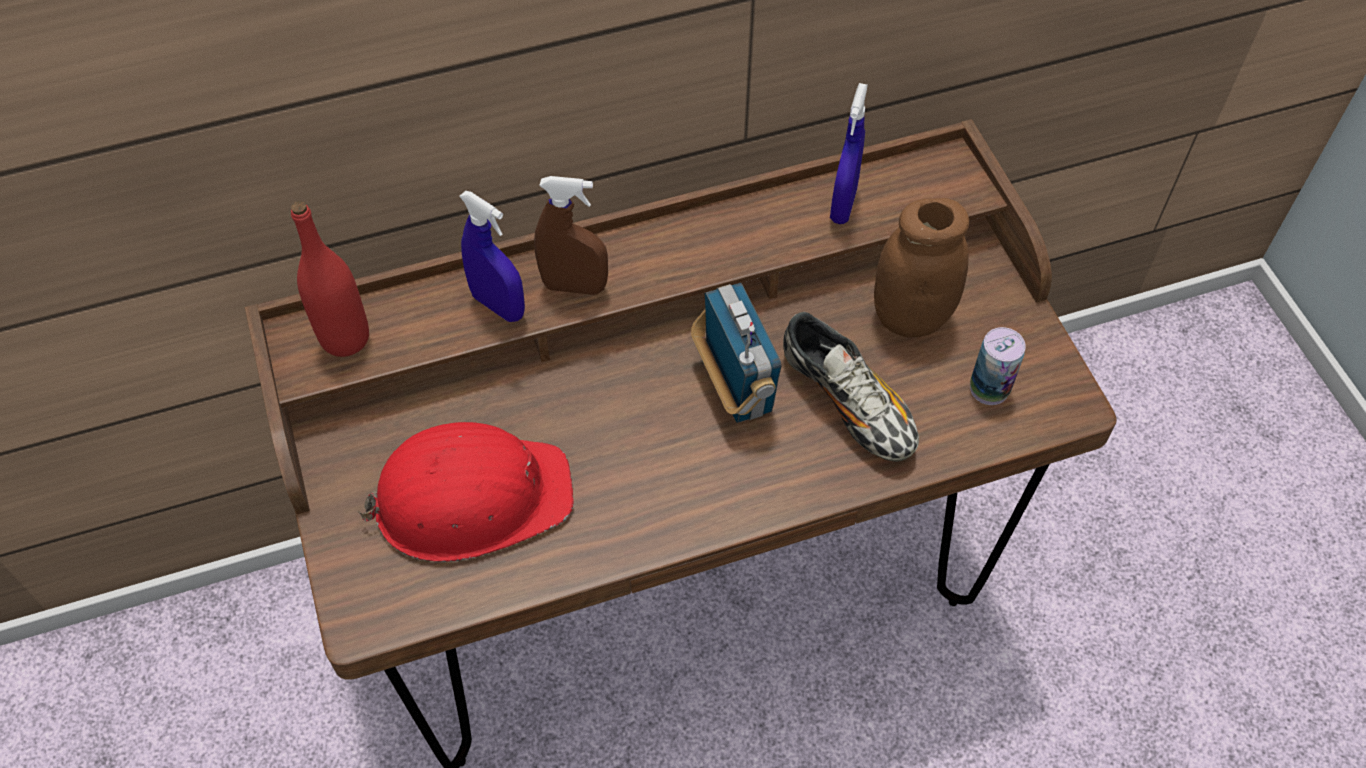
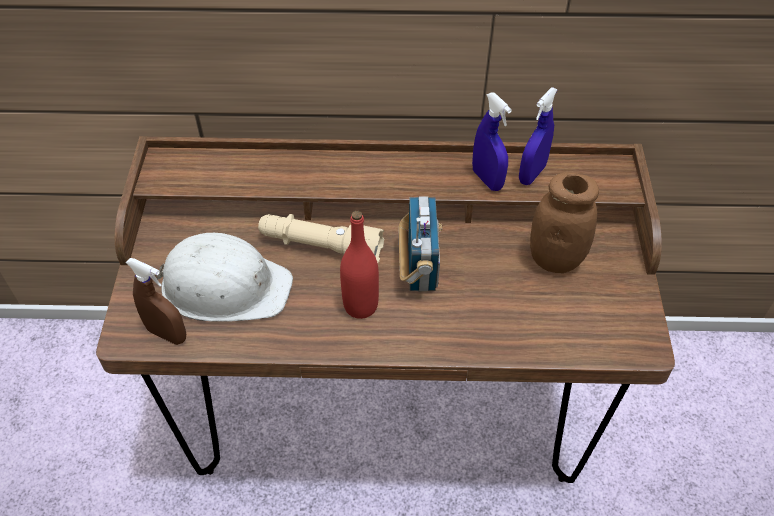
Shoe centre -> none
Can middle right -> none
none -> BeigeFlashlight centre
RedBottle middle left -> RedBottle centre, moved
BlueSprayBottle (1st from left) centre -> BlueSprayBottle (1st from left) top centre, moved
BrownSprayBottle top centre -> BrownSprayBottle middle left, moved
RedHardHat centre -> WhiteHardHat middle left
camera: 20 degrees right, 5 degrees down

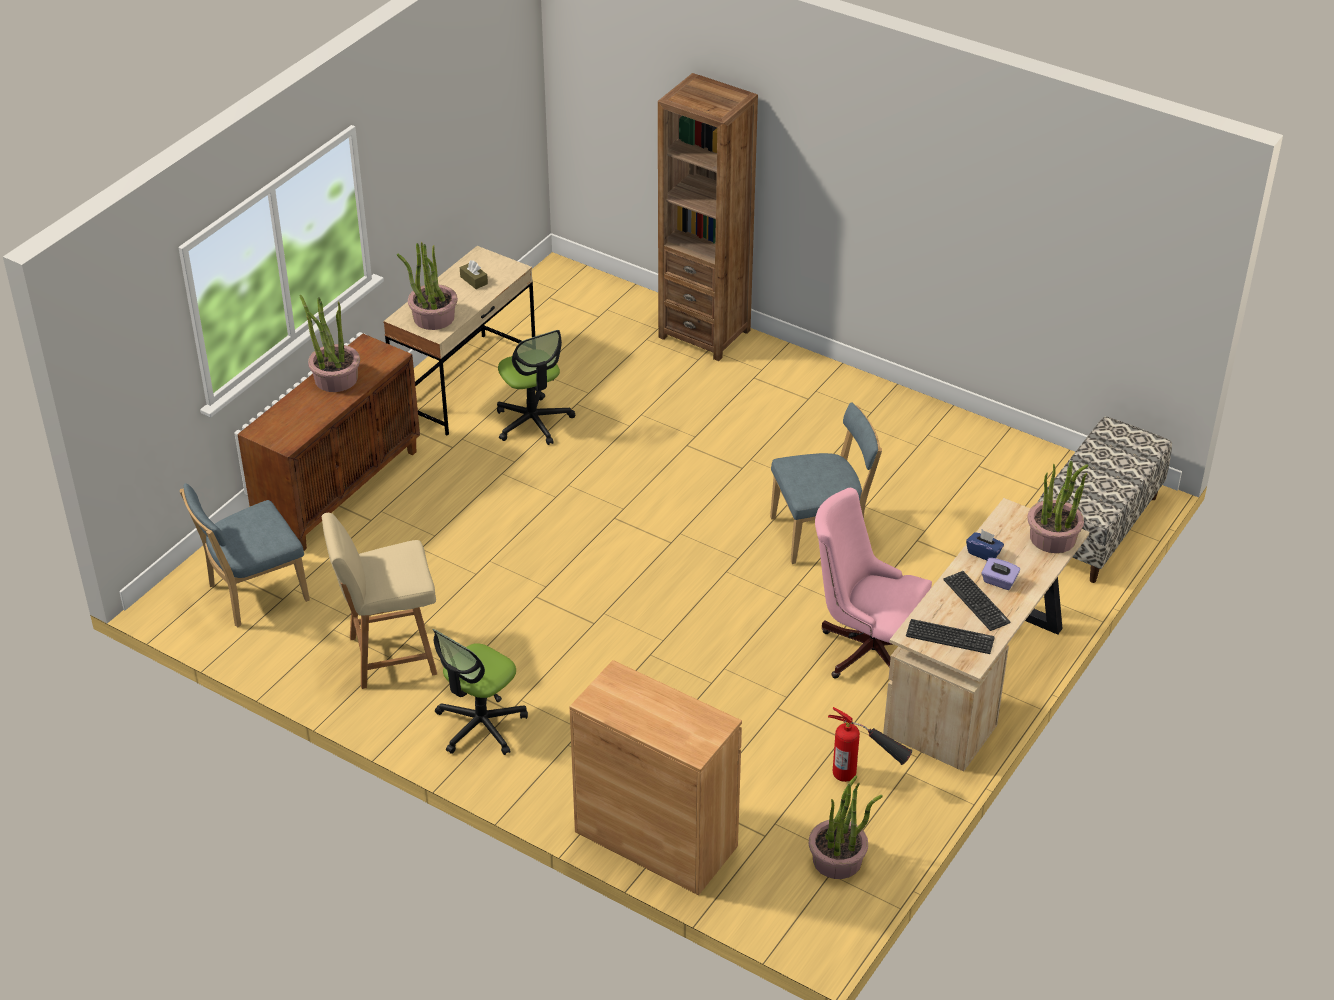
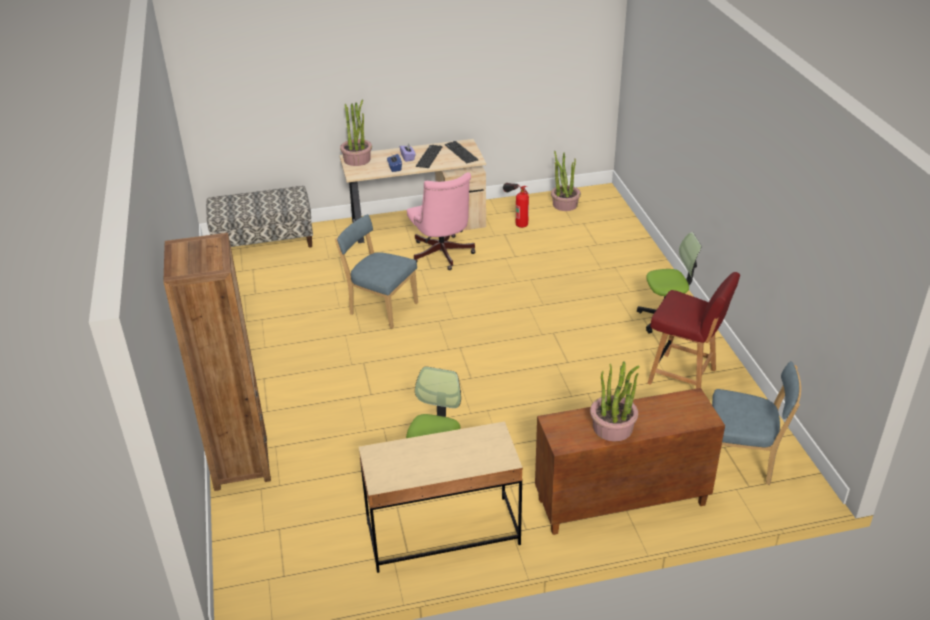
PottedPlant (2nd from left) top left -> none
BrownTissueBox top centre -> none
BrownCabinet (2nd from left) bottom centre -> none
BeigeChair middle left -> RedChair middle right
camera: 135 degrees left, 5 degrees down

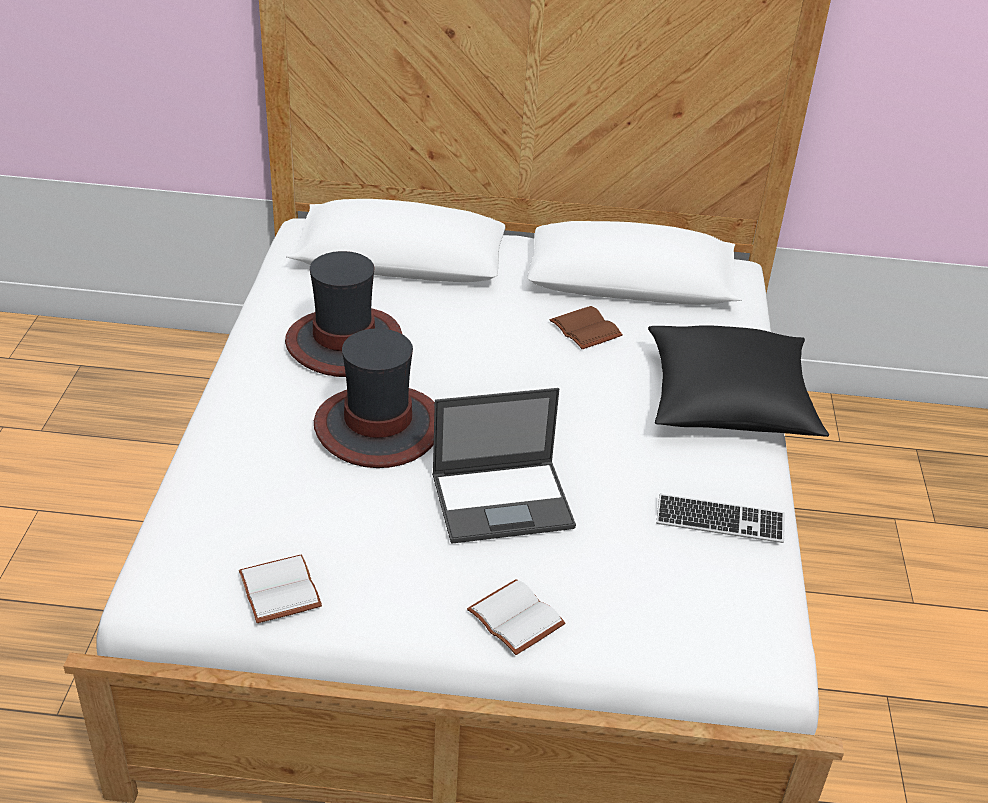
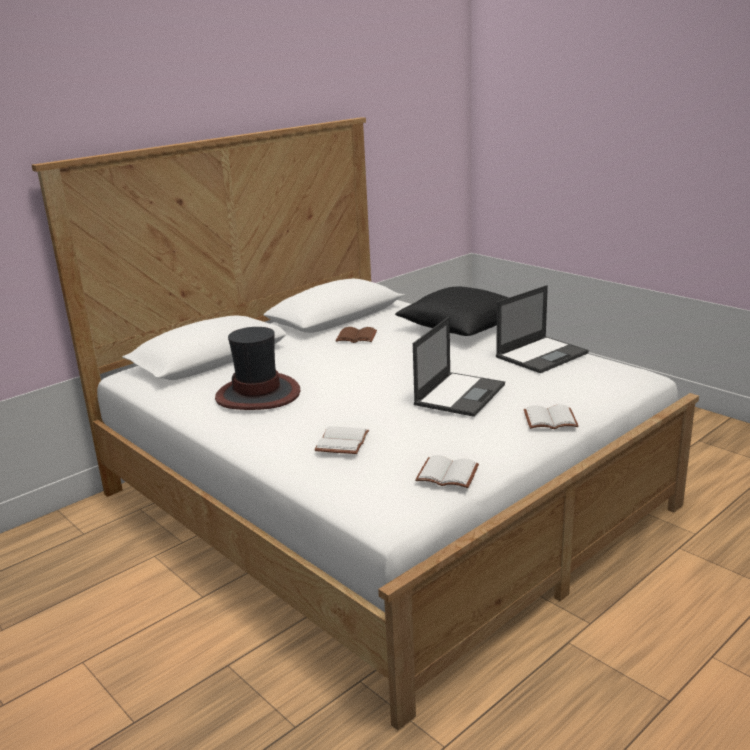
Hat (2nd from left) centre -> none
none -> WhiteBook (1st from left) centre
Keyboard middle right -> Laptop (2nd from left) middle right
camera: 45 degrees left, 15 degrees down

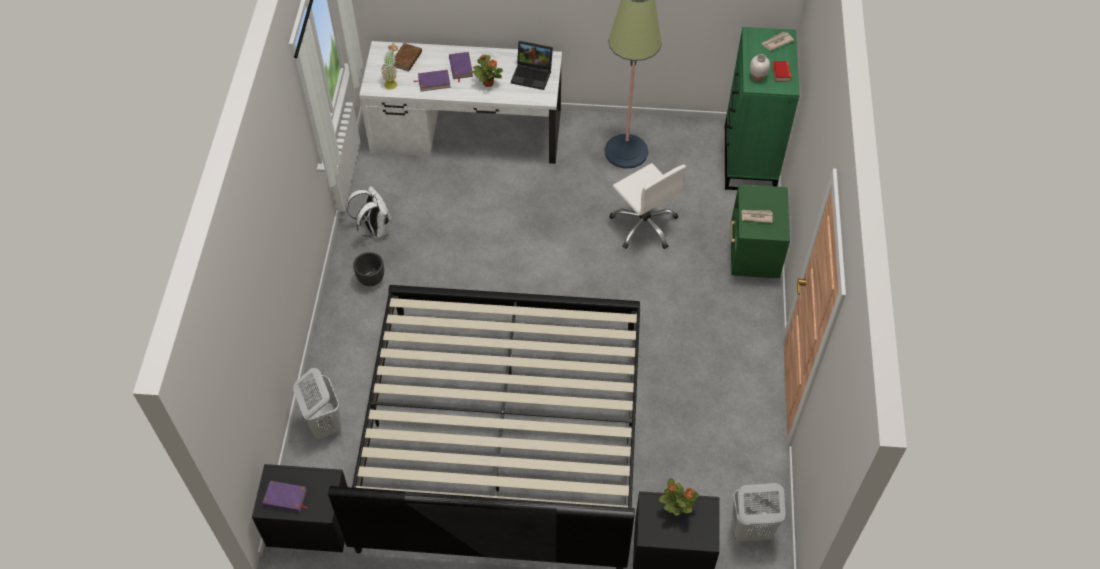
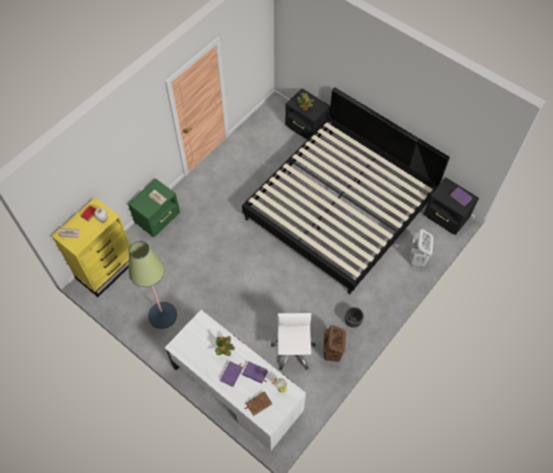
Laptop top centre -> none
WhiteLaundryBasket (2nd from left) bottom right -> none
WhiteOfficeChair centre -> WhiteOfficeChair bottom centre, moved
WhiteBackpack centre -> BrownLaundryBasket bottom centre
GreenDresser top right -> YellowDresser middle left
camera: 145 degrees left, 5 degrees up

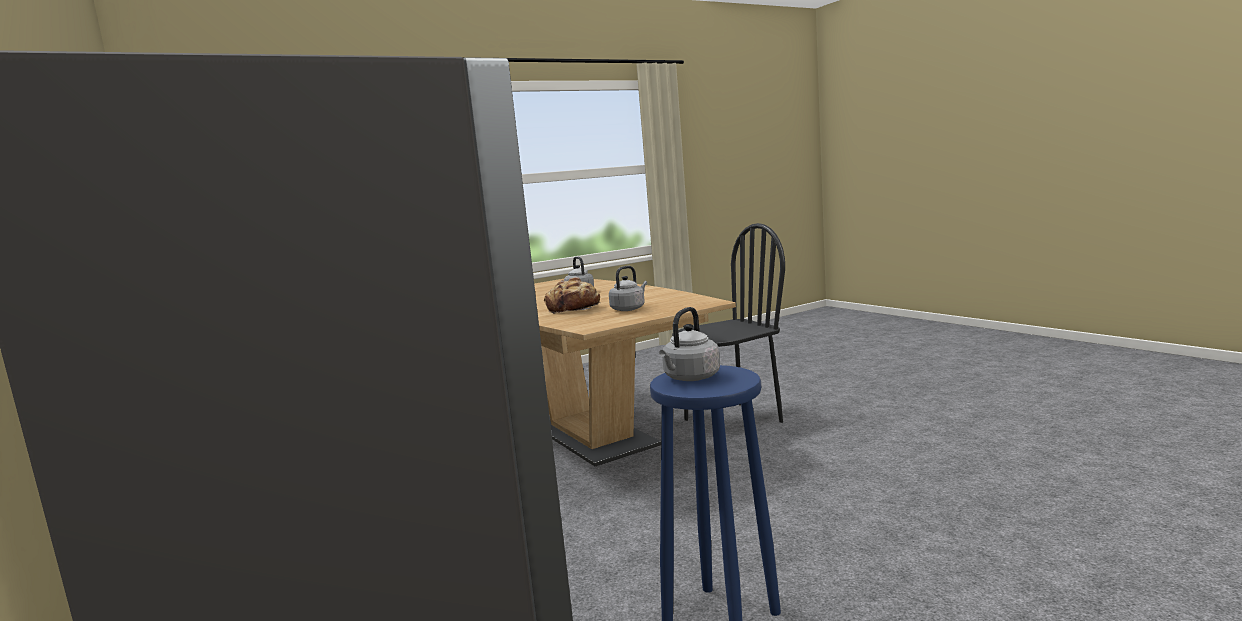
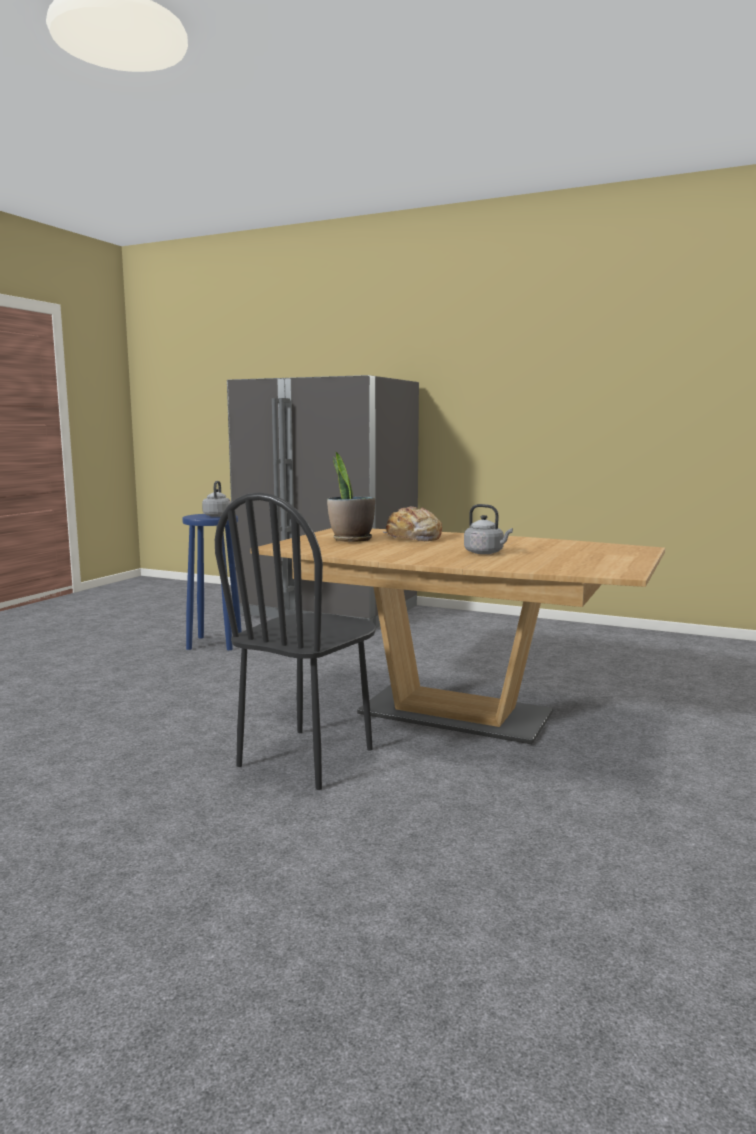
GreyKettle (2nd from left) centre -> PottedPlant centre
camera: 145 degrees right, 0 degrees up

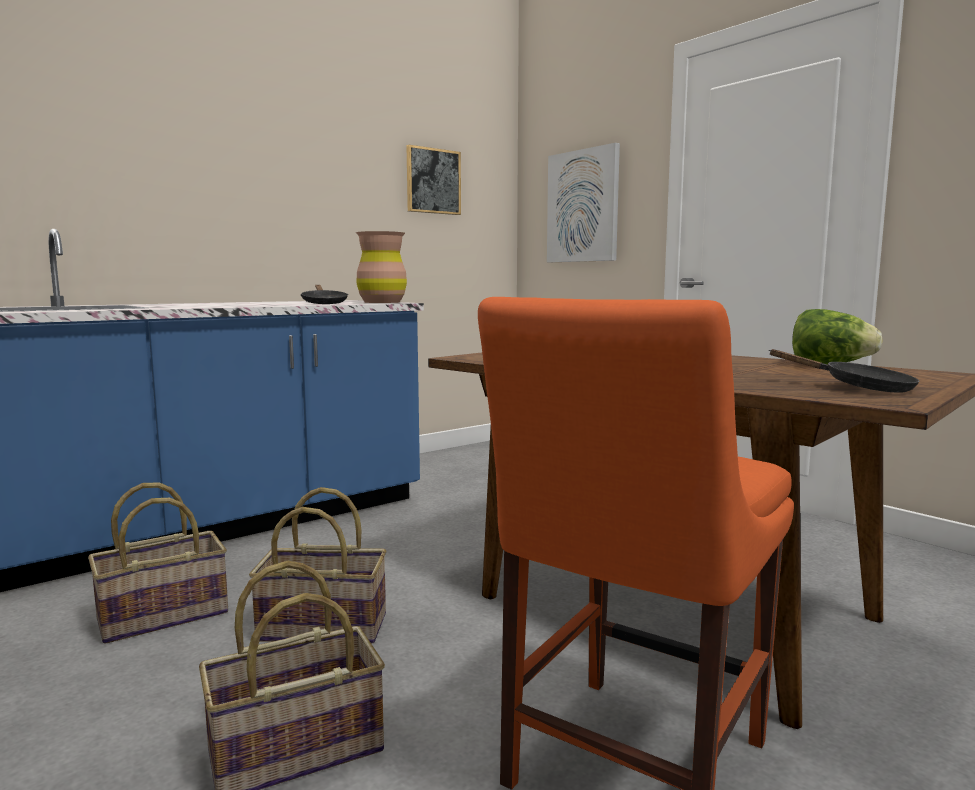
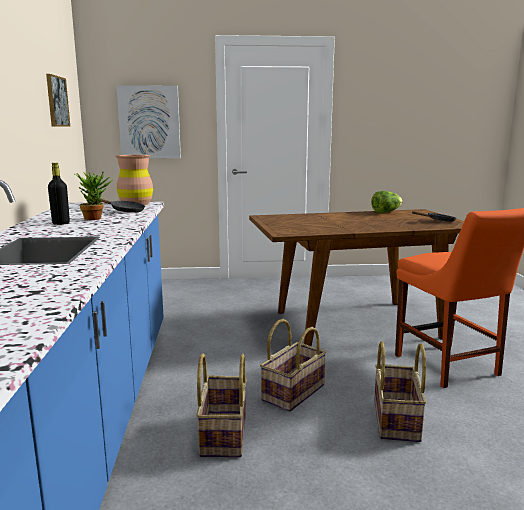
none -> BlackBottle middle left
none -> PottedPlant middle left
camera: 55 degrees left, 5 degrees up

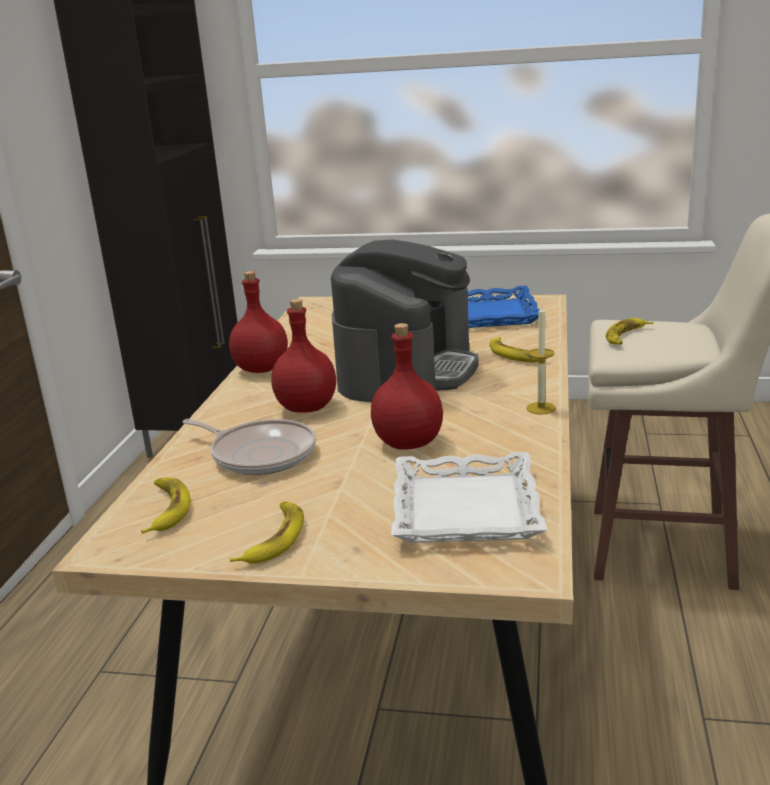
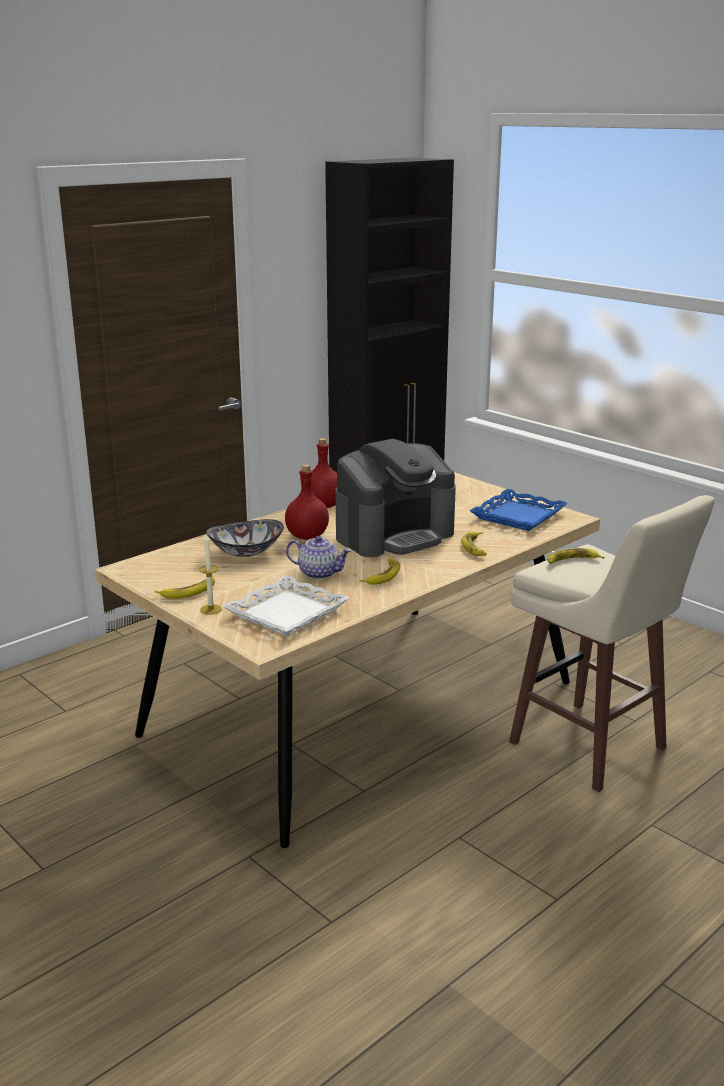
Banana (1st from left in the first image) middle left -> Banana (2nd from left) centre, moved
Candle middle right -> Candle middle left, moved
FryingPan middle left -> Bowl centre
RedBottle (3rd from left) centre -> Teapot centre
camera: 35 degrees right, 0 degrees up

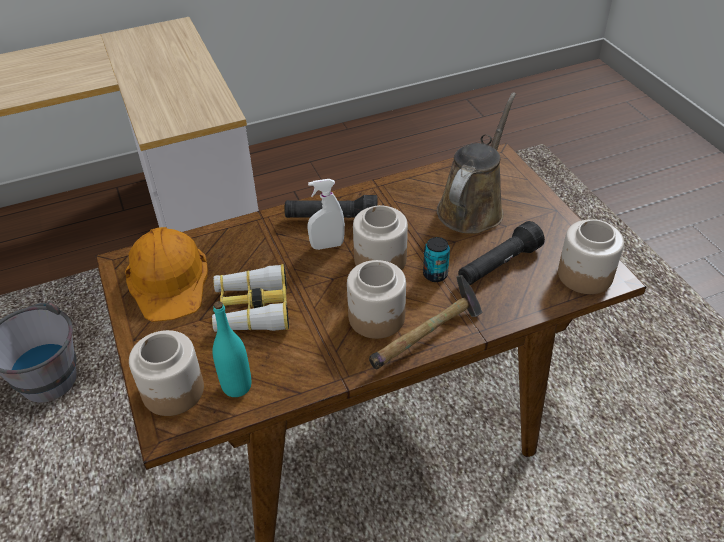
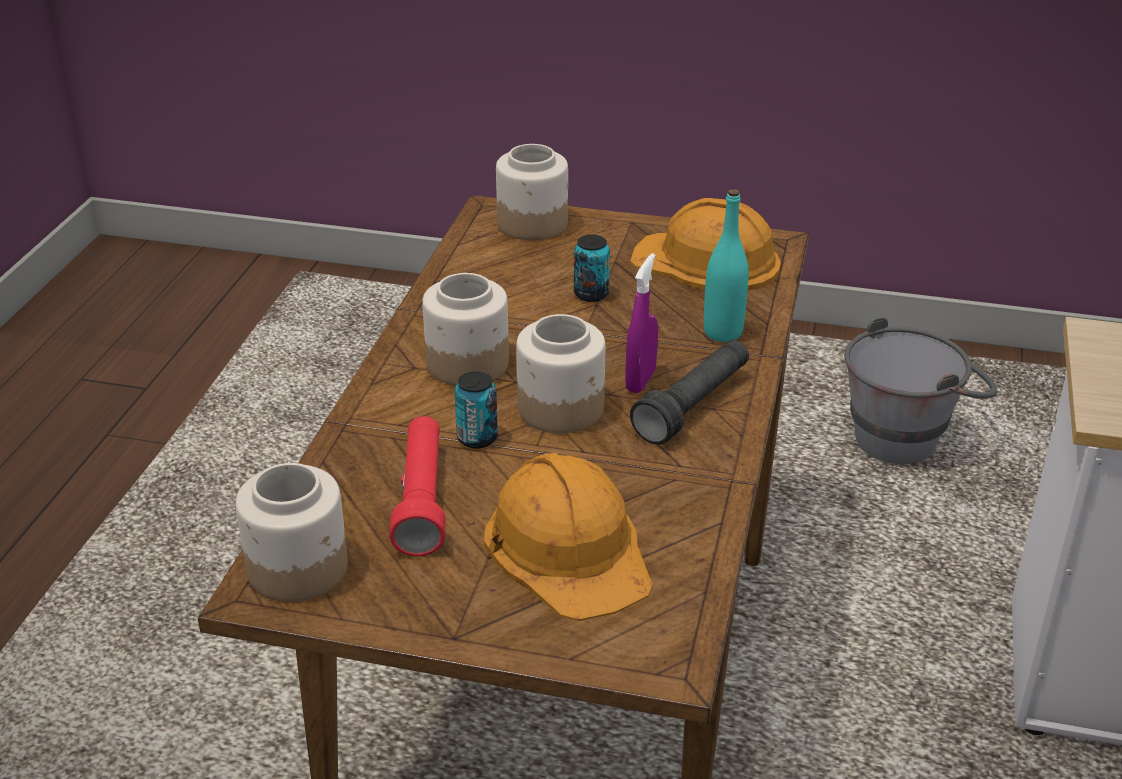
Hammer centre -> none
TurquoiseBottle middle left -> TurquoiseBottle centre, moved
Binoculars centre -> Can (2nd from left) centre
BrownWateringCan top centre -> OrangeHardHat (1st from left) bottom centre
WhiteSprayBottle centre -> PurpleSprayBottle centre
BlackFlashlight (2nd from left) middle right -> RedFlashlight centre
camera: 125 degrees right, 10 degrees down

